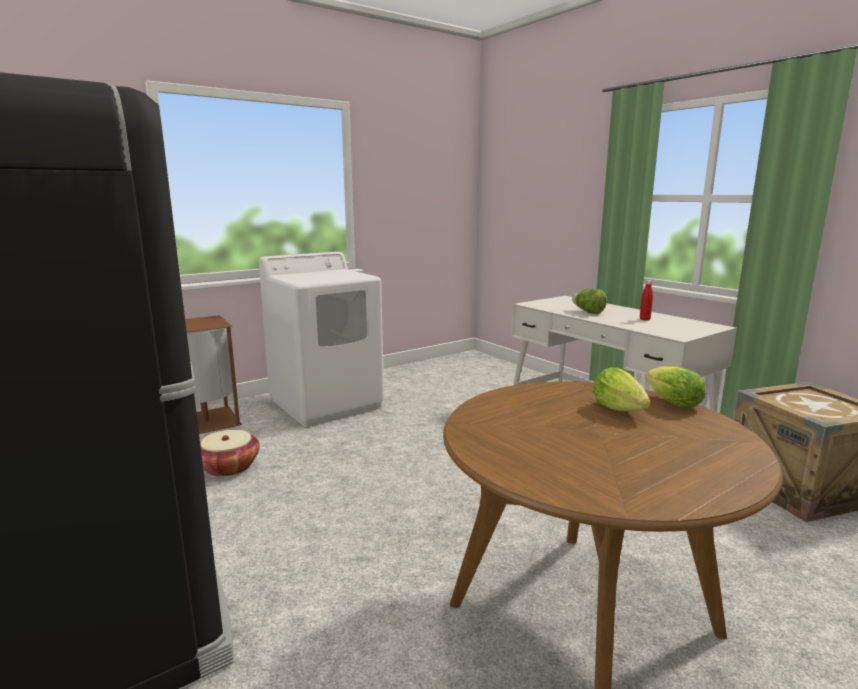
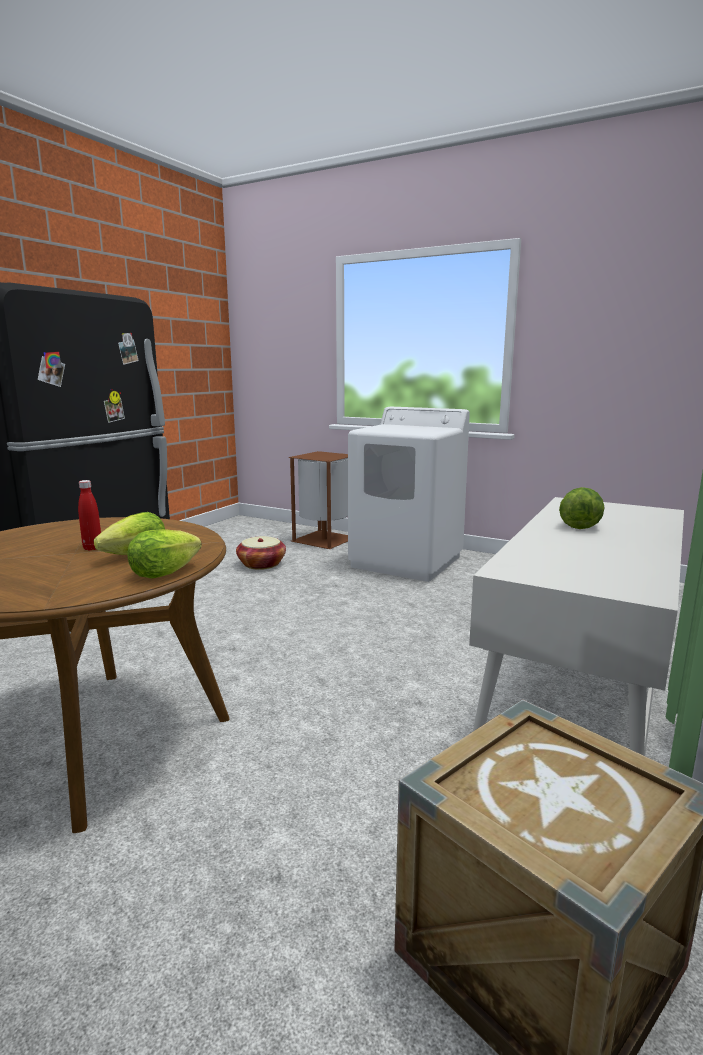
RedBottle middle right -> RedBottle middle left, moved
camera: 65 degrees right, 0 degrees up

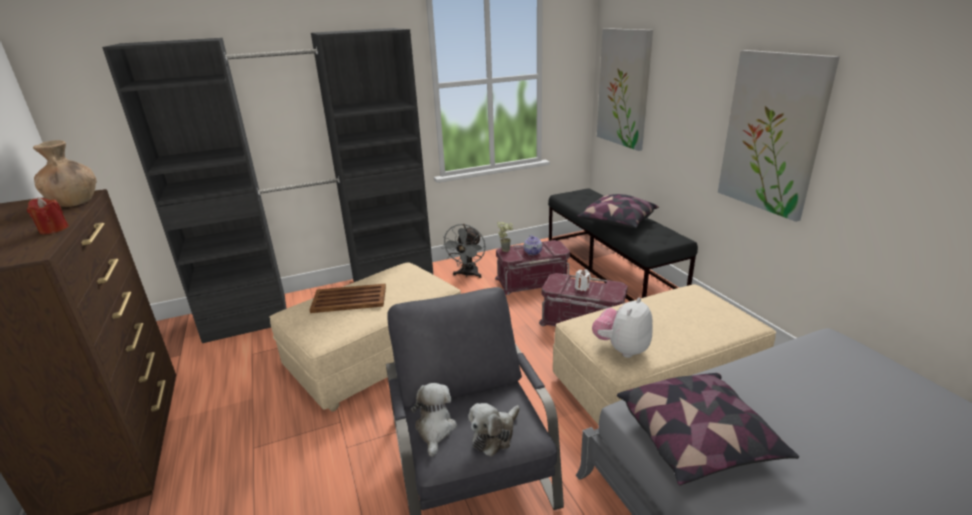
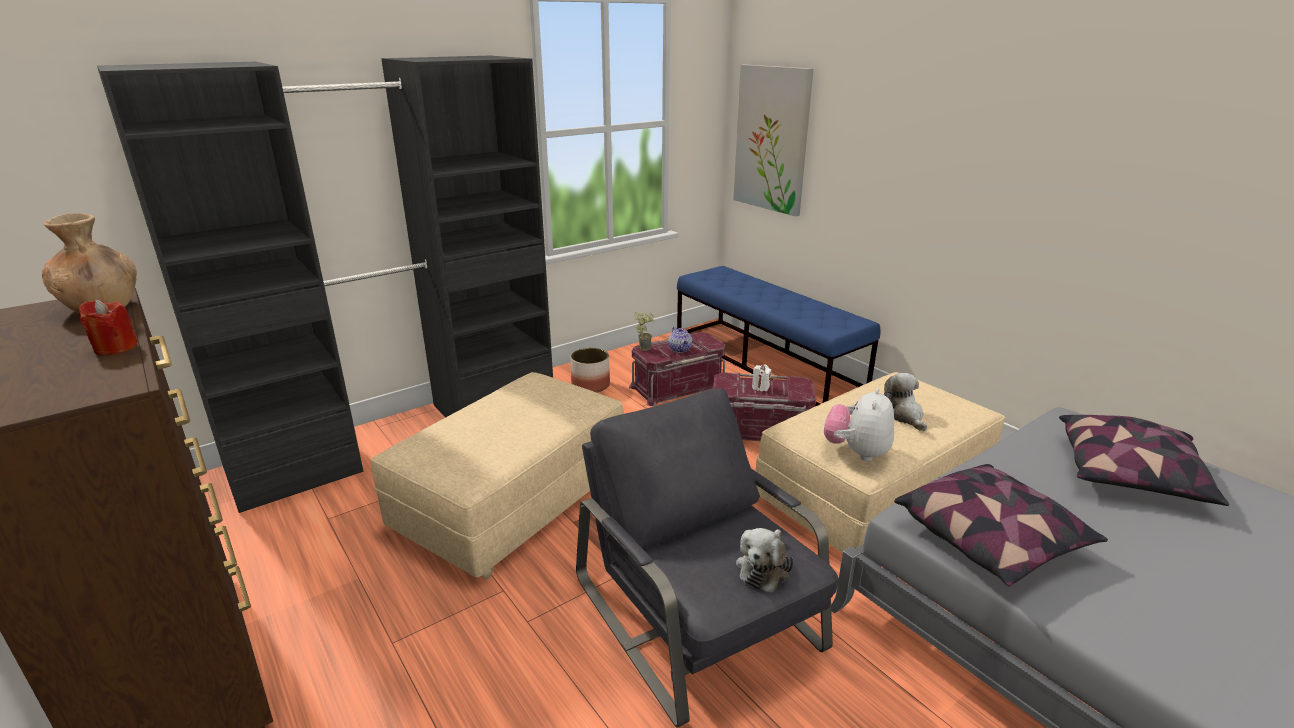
BrownTray centre -> none
Picture (2nd from left) top right -> none
PlushToy (1st from left in the first image) bottom centre -> PlushToy (3rd from left) middle right, moved
Pillow (1st from left in the first image) centre -> Pillow (2nd from left) middle right, moved
GreyFan centre -> Planter centre
BlackBench centre -> BlueBench centre
camera: 15 degrees left, 0 degrees up

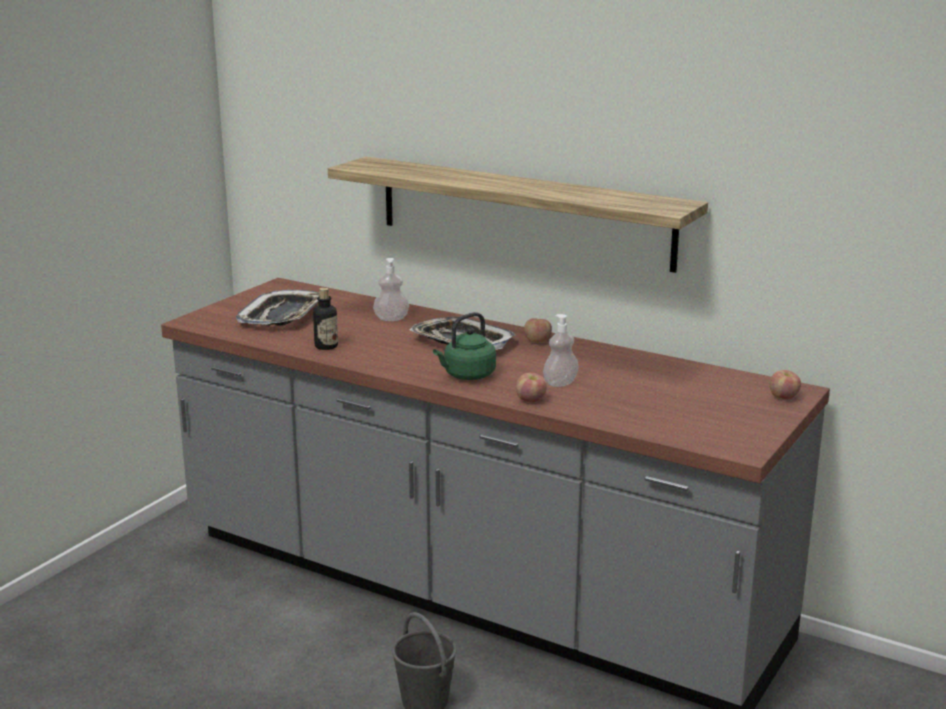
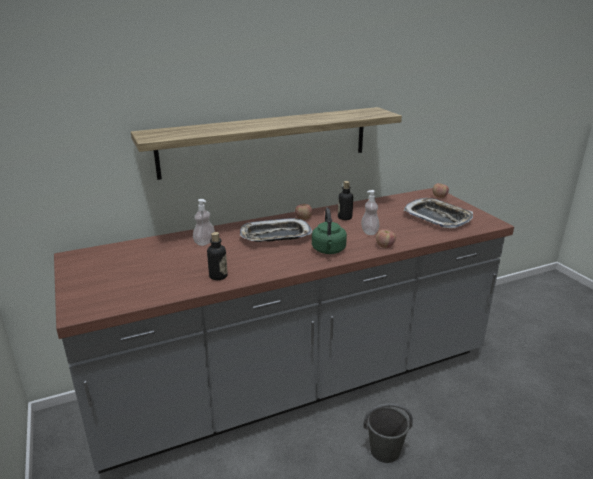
none -> Bottle (2nd from left) centre
Tray (1st from left in the first image) middle left -> Tray (2nd from left) middle right, moved
camera: 55 degrees left, 5 degrees up

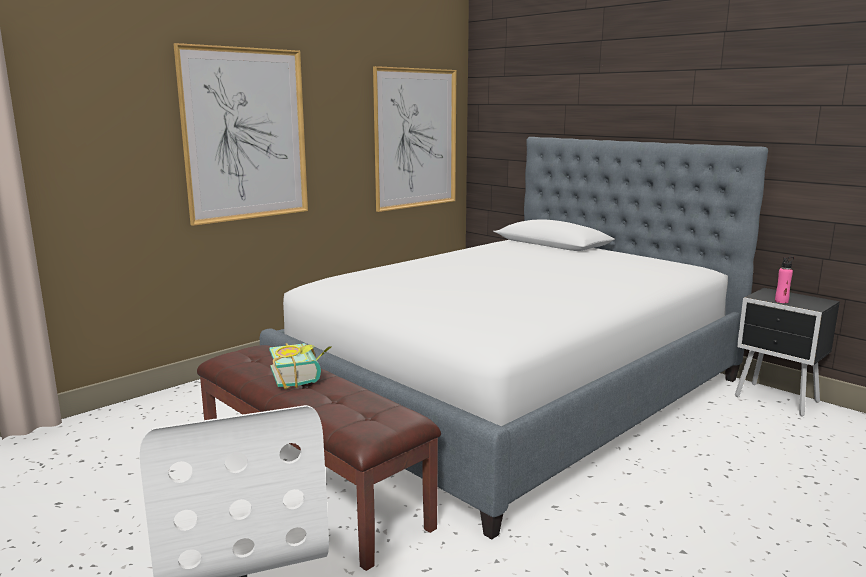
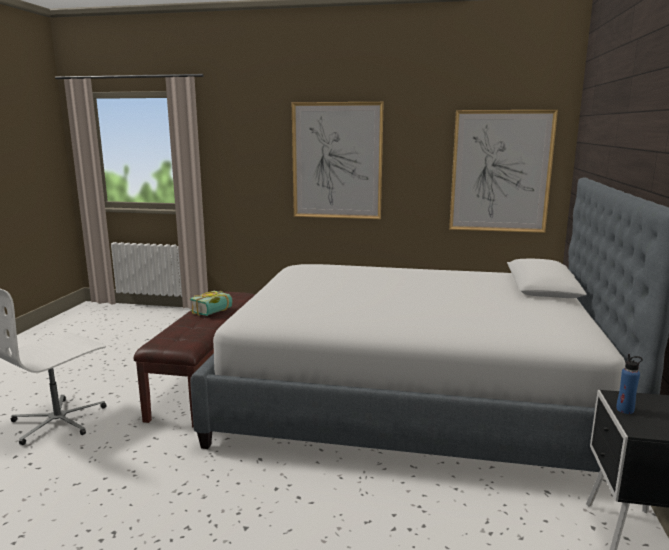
PinkBottle middle right -> BlueBottle bottom right
camera: 55 degrees right, 0 degrees up

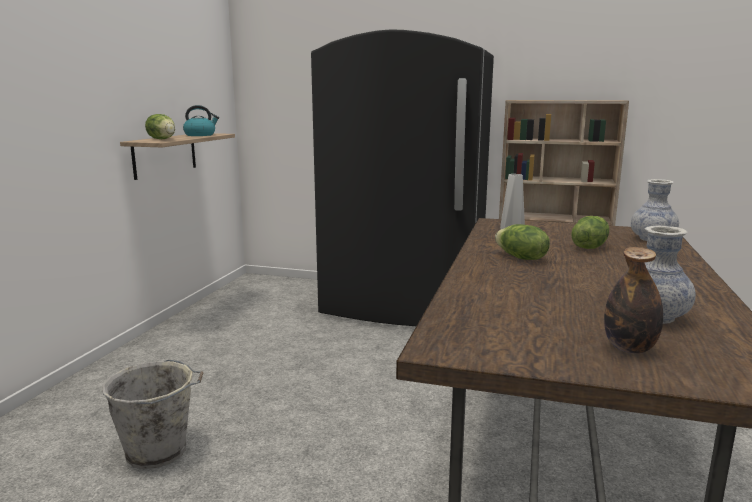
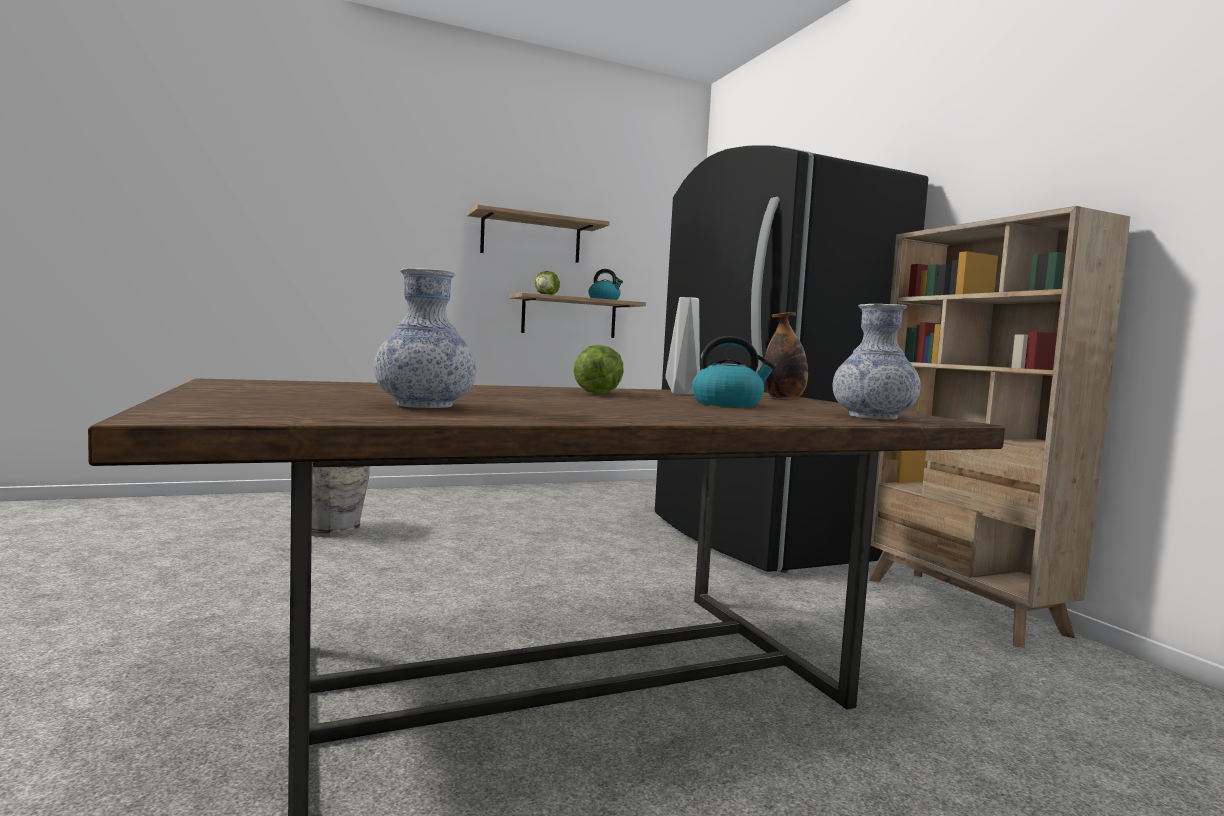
none -> Shelf (1st from left) top centre
Bottle middle right -> Bottle centre, moved
Lettuce (3rd from left) middle right -> Kettle (2nd from left) centre
camera: 50 degrees right, 10 degrees down

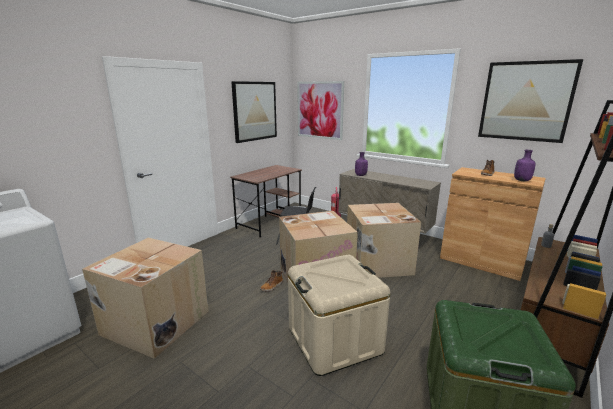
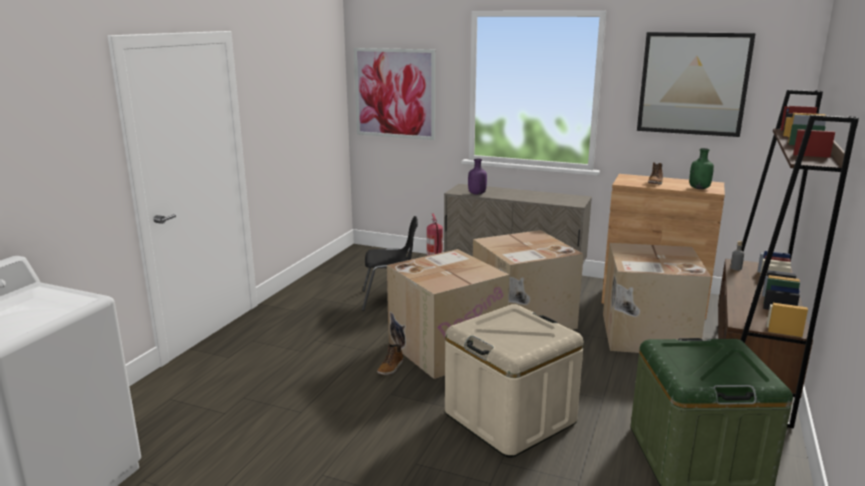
BrownDesk centre -> none
Picture (1st from left) top centre -> none
CardboardBox (1st from left in the first image) bottom left -> CardboardBox (3rd from left) middle right, moved
PurpleBottle (2nd from left) middle right -> GreenBottle middle right
camera: 15 degrees left, 0 degrees up

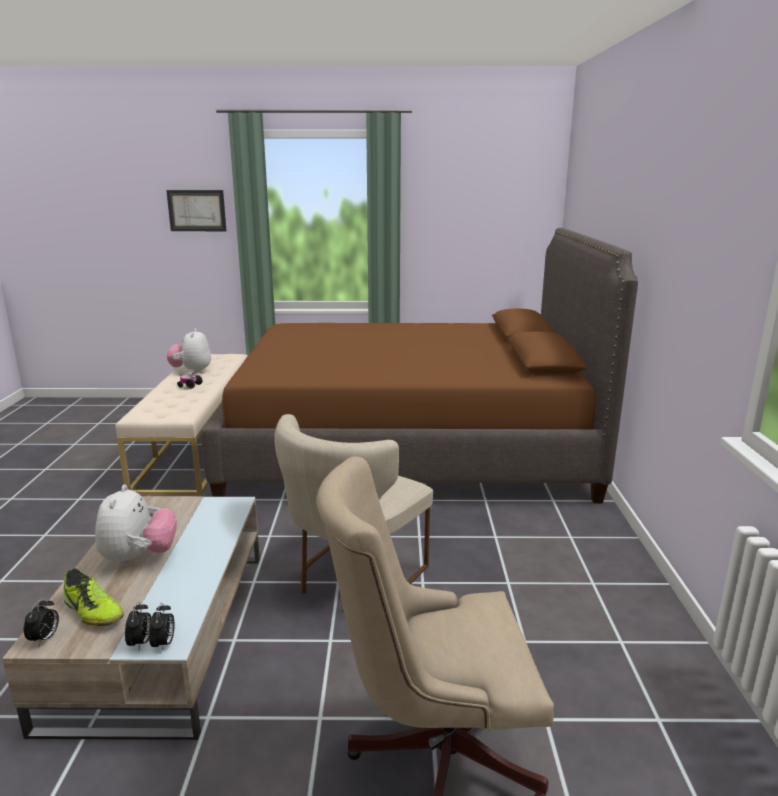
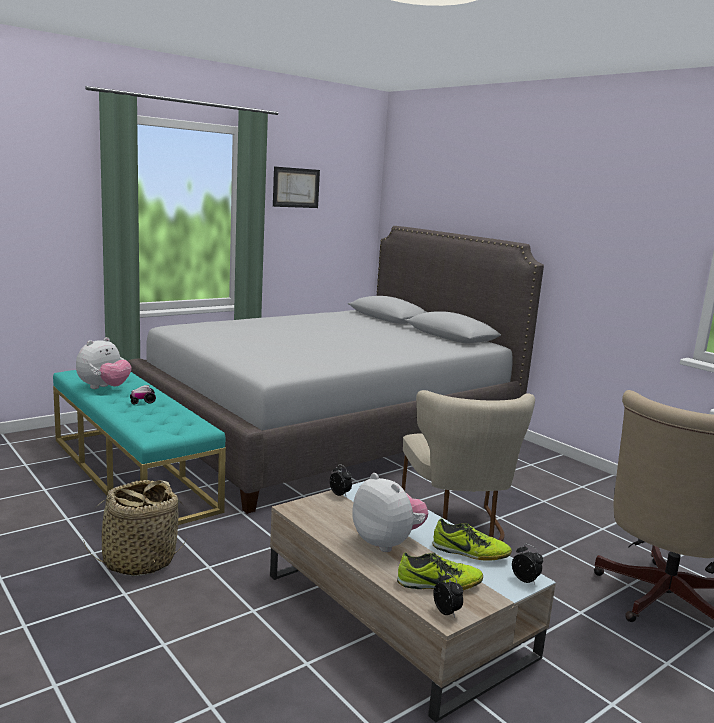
none -> Basket bottom left
none -> Shoe (2nd from left) bottom centre
AlarmClock (2nd from left in the first image) bottom left -> AlarmClock (1st from left) centre, moved
Picture top left -> Picture top centre, moved
BeigeBench middle left -> TurquoiseBench middle left
BrownBed centre -> GreyBed centre
PlushToy (2nd from left in the first image) middle left -> PlushToy (1st from left) middle left, 105 degrees counterclockwise
camera: 40 degrees left, 5 degrees down

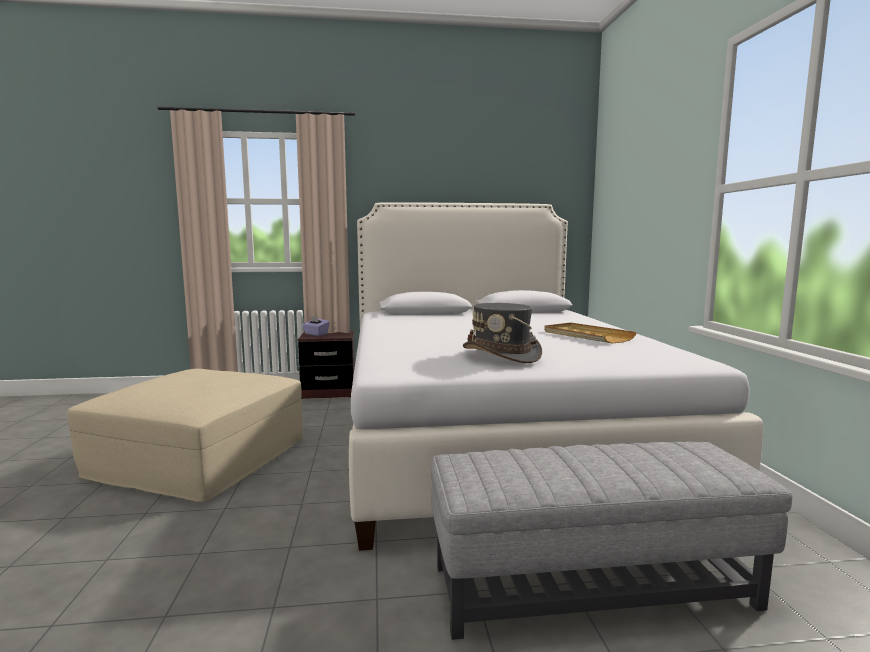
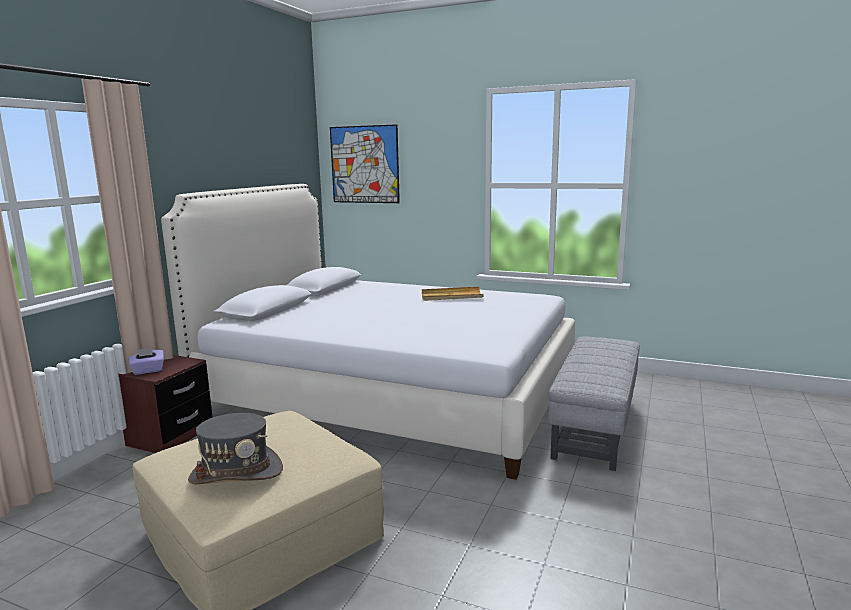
none -> Picture top centre
GreyHat centre -> GreyHat bottom left, moved
camera: 60 degrees left, 5 degrees up

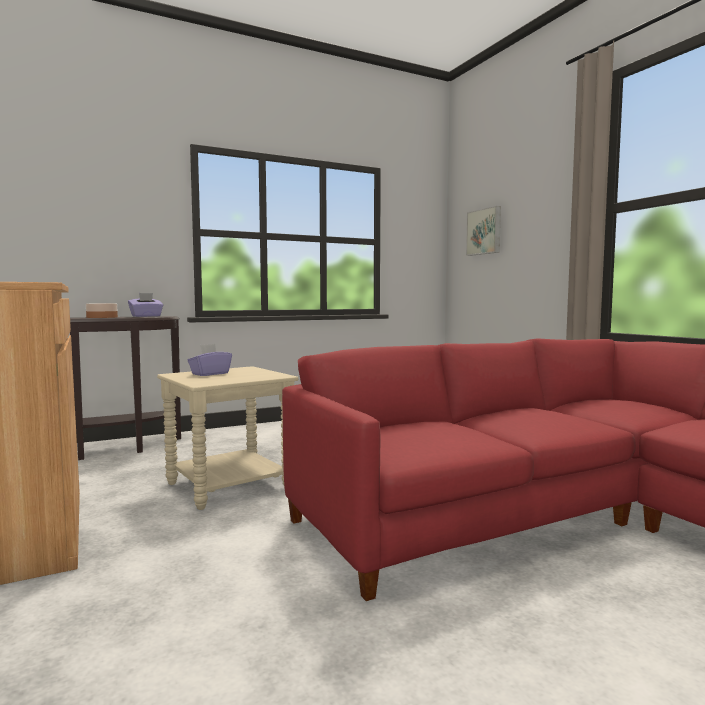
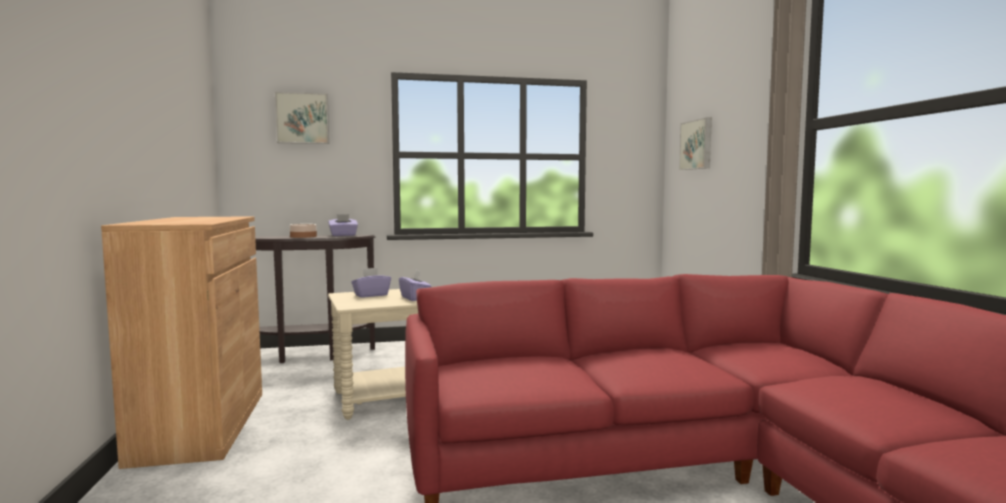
none -> Picture (1st from left) top left
none -> PurpleTissueBox (3rd from left) centre
camera: 15 degrees right, 0 degrees up

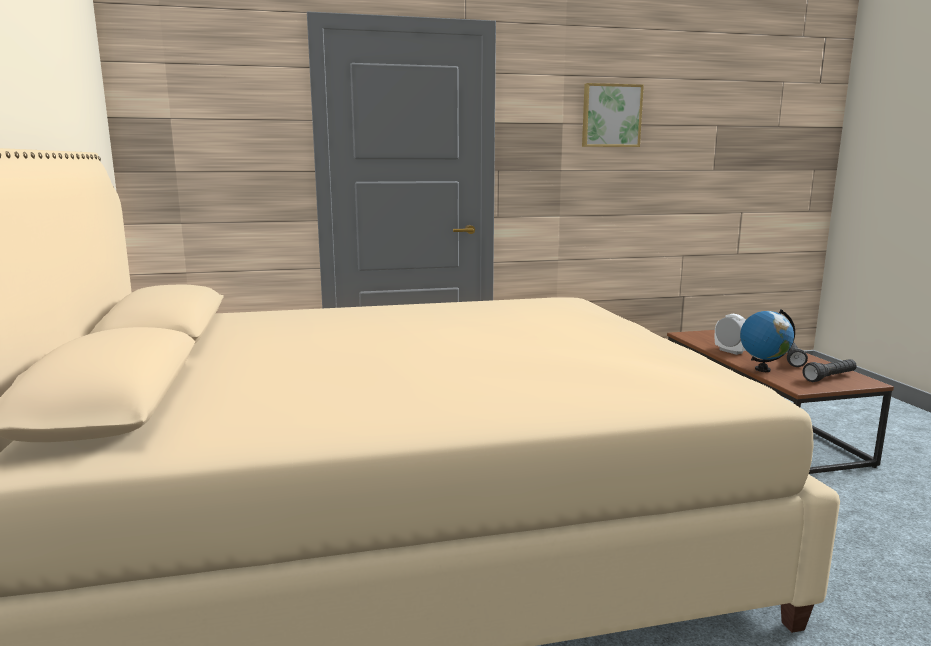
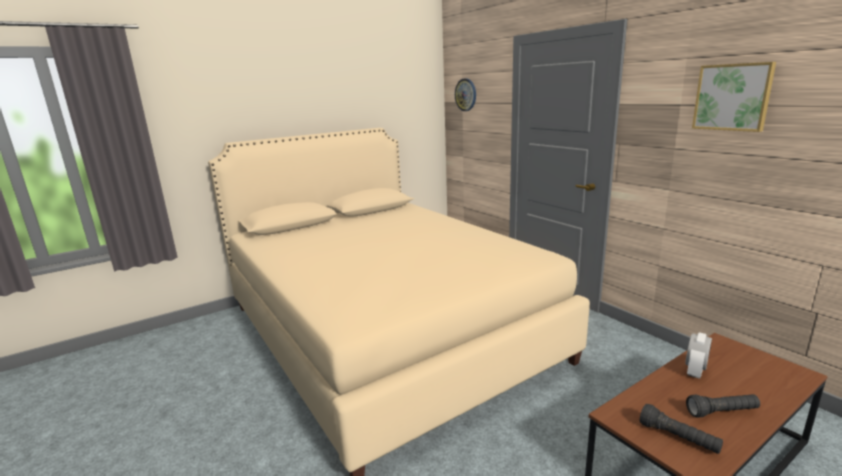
Globe middle right -> none
none -> WallClock top centre
camera: 70 degrees right, 5 degrees up

